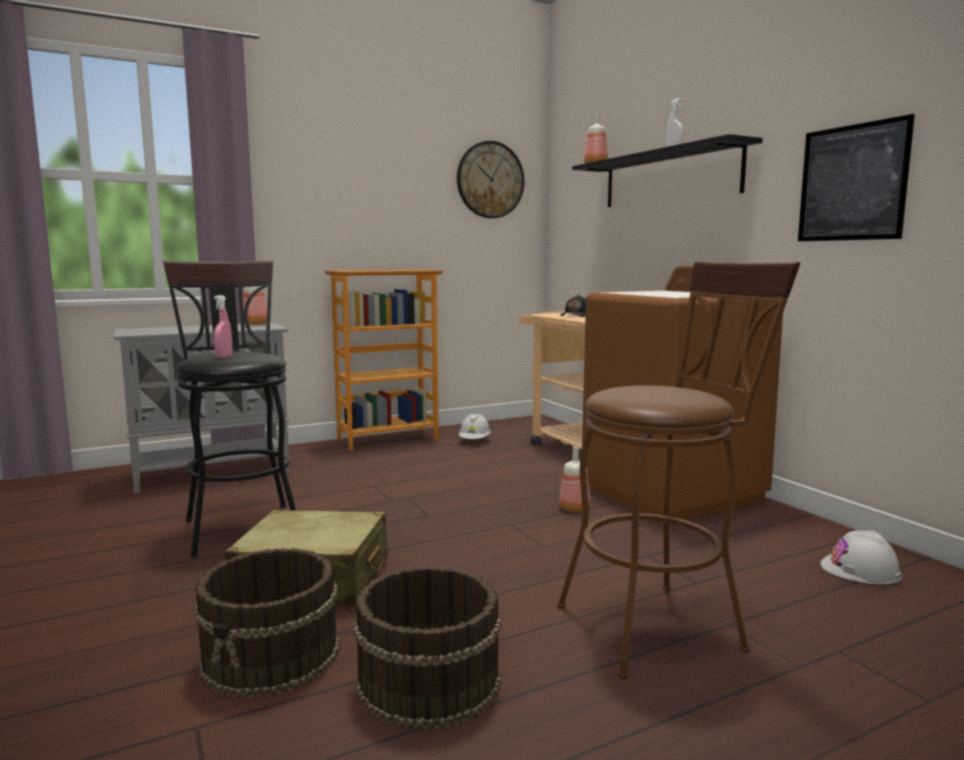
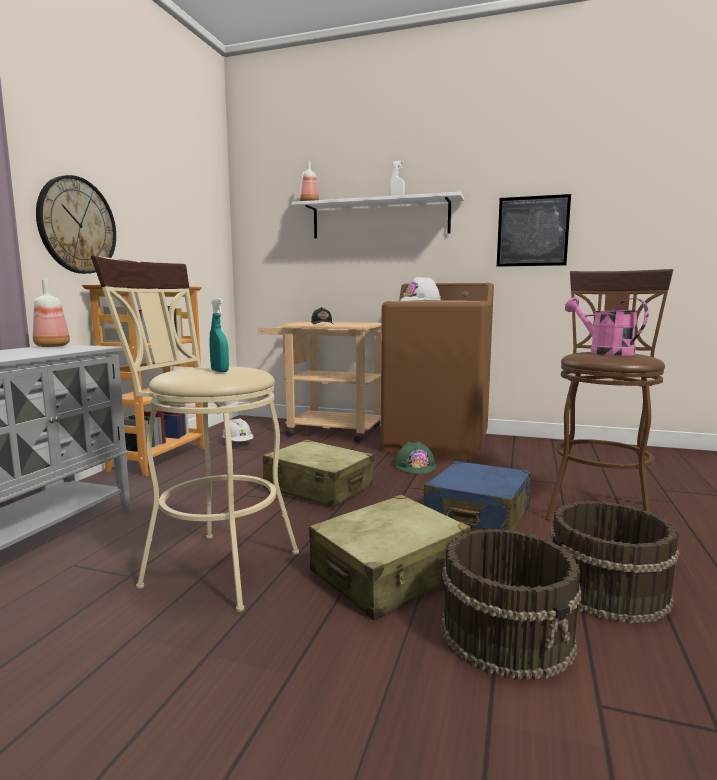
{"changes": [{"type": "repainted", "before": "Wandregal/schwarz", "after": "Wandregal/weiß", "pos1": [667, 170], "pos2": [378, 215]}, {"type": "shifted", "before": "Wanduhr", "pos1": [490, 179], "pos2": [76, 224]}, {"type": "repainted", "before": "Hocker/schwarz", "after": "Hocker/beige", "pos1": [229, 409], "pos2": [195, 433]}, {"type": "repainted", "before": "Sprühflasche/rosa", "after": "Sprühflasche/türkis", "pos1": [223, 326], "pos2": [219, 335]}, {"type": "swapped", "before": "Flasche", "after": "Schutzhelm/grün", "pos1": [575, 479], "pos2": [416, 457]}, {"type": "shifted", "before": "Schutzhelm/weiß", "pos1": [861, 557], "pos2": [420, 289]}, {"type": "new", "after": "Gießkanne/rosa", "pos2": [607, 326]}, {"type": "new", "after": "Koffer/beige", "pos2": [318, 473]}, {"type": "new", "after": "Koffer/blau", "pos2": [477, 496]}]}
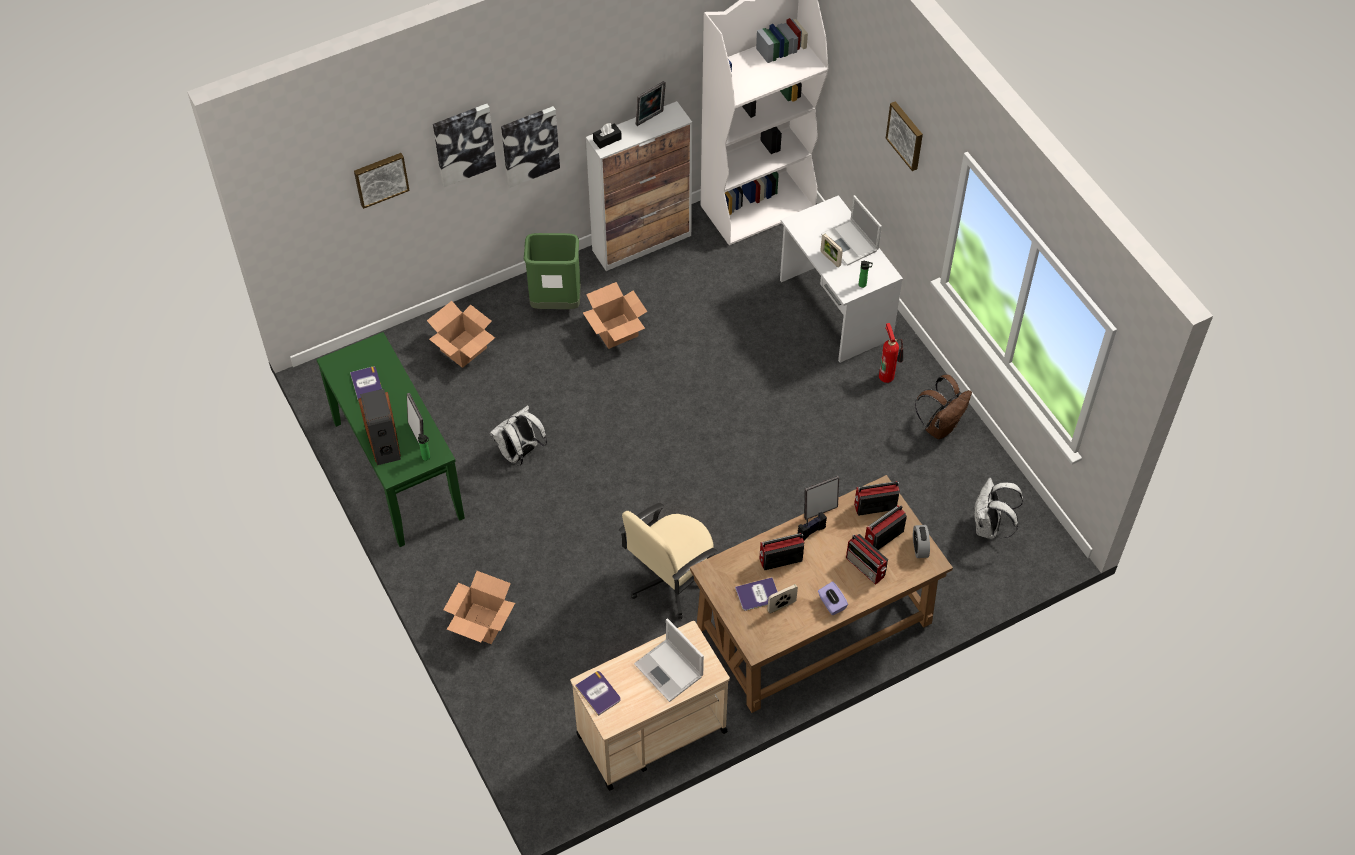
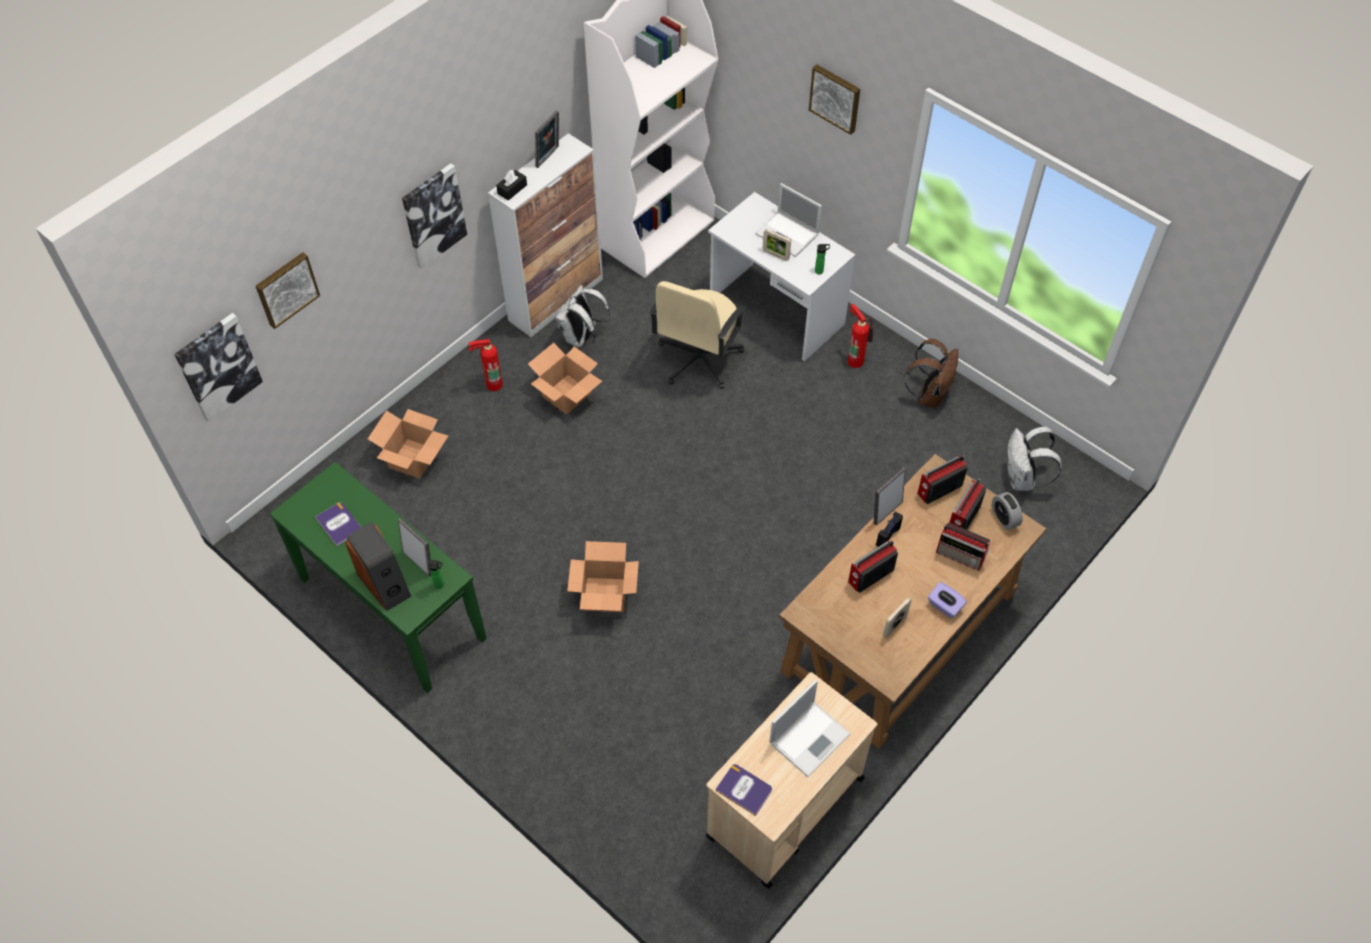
{"changes": [{"type": "shifted", "before": "Bild", "pos1": [464, 145], "pos2": [218, 367]}, {"type": "swapped", "before": "Mülleimer/grün", "after": "Feuerlöscher", "pos1": [552, 271], "pos2": [486, 364]}, {"type": "shifted", "before": "Rucksack/weiß", "pos1": [518, 435], "pos2": [583, 316]}, {"type": "shifted", "before": "Bürostuhl/beige", "pos1": [668, 561], "pos2": [697, 335]}, {"type": "shifted", "before": "Karton", "pos1": [479, 607], "pos2": [603, 576]}, {"type": "gone", "before": "Buch", "pos1": [756, 594]}, {"type": "rotated", "before": "Laptop", "pos1": [669, 660], "pos2": [810, 728], "turn": -75}]}
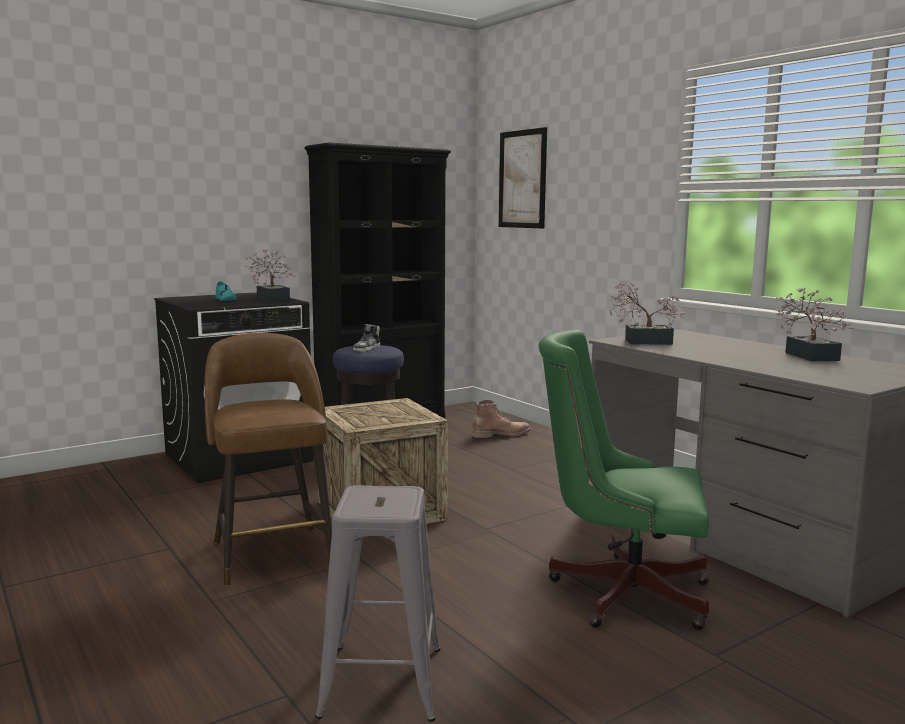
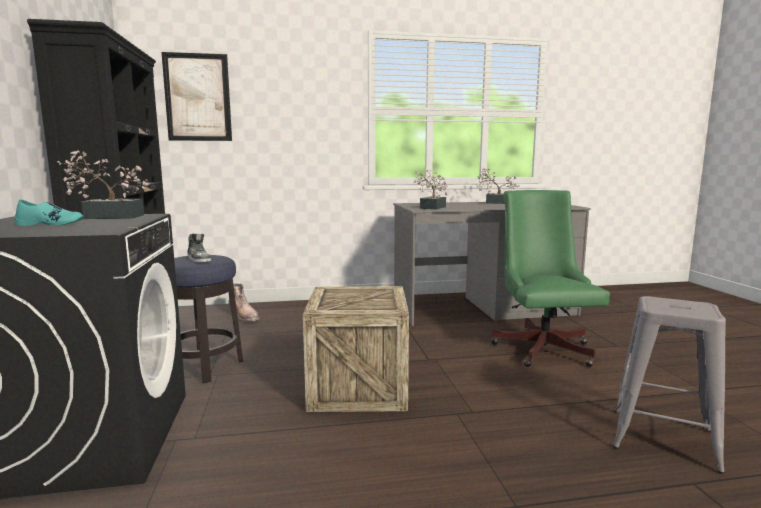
{"changes": [{"type": "rotated", "before": "Bürostuhl/grün", "pos1": [624, 479], "pos2": [550, 278], "turn": 135}, {"type": "gone", "before": "Hocker/braun", "pos1": [268, 459]}, {"type": "rotated", "before": "Stiefel/braun", "pos1": [501, 419], "pos2": [244, 302], "turn": 135}]}
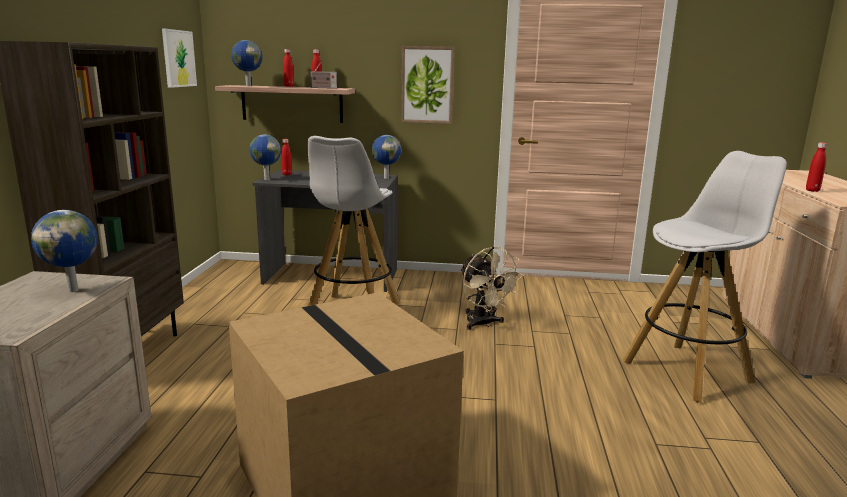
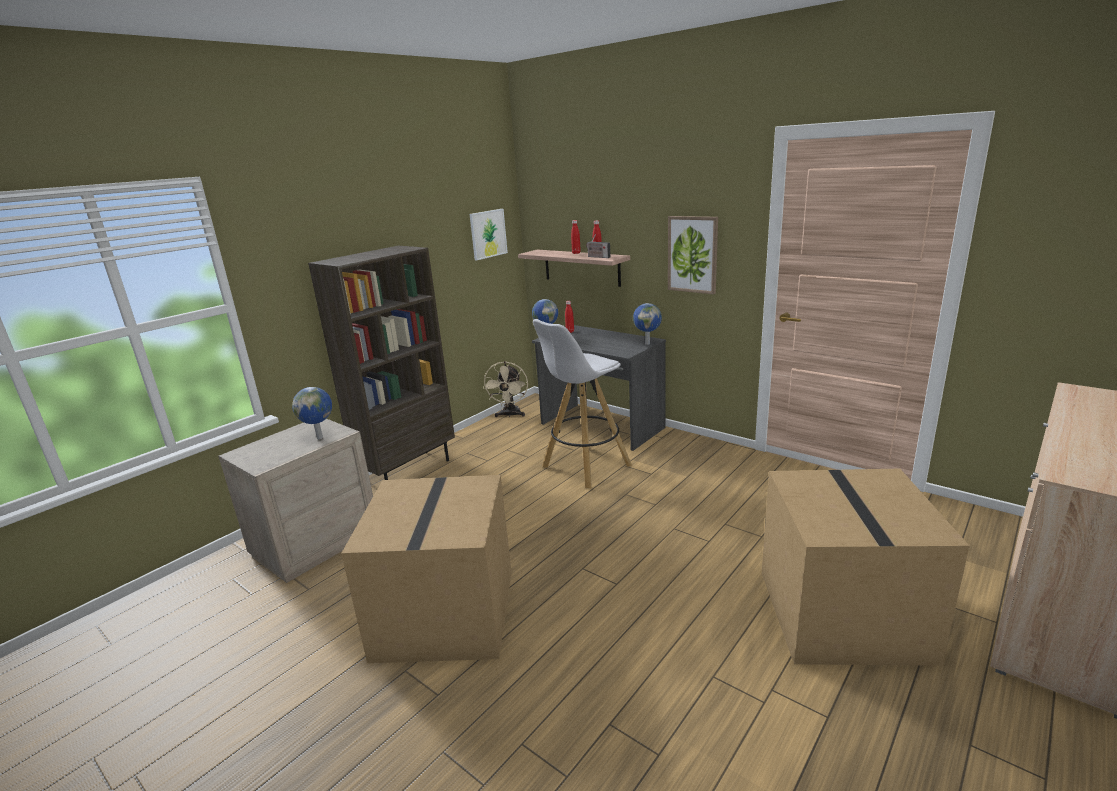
{"changes": [{"type": "gone", "before": "Globus", "pos1": [246, 63]}, {"type": "gone", "before": "Flasche/rot", "pos1": [816, 167]}, {"type": "swapped", "before": "Hocker/weiß", "after": "Karton", "pos1": [704, 277], "pos2": [865, 567]}, {"type": "shifted", "before": "Ventilator/beige", "pos1": [492, 288], "pos2": [505, 389]}]}
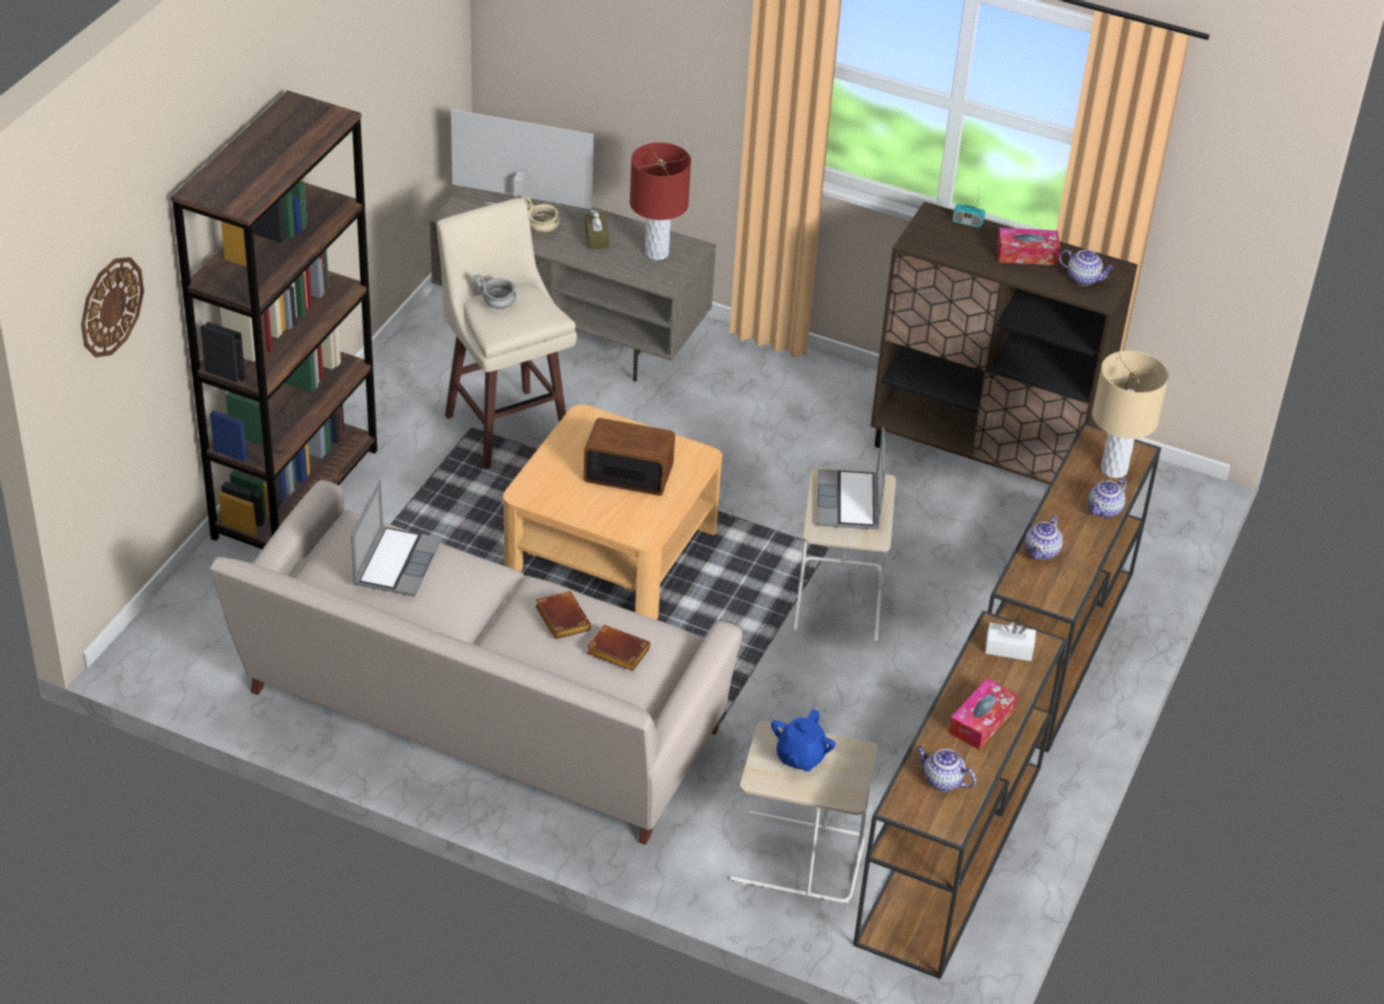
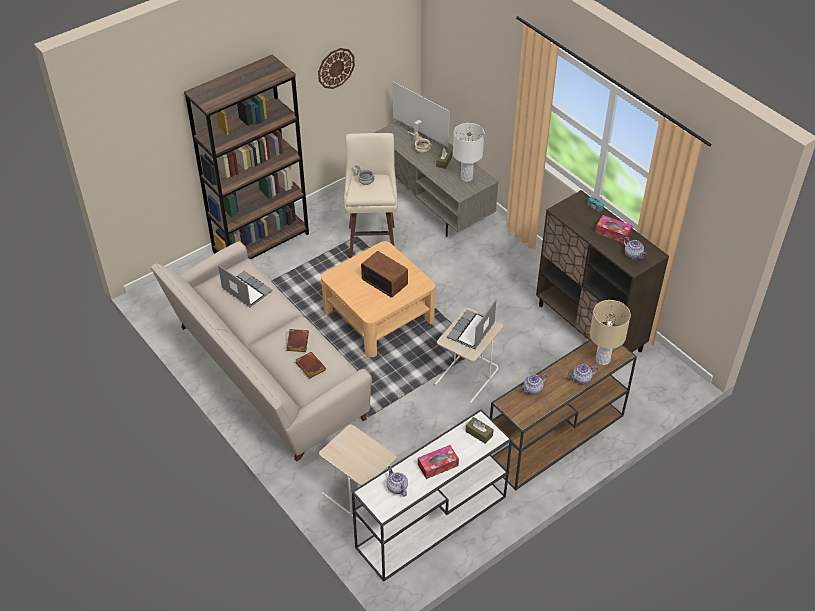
{"changes": [{"type": "repainted", "before": "Tischlampe/rot", "after": "Tischlampe/weiß", "pos1": [660, 201], "pos2": [468, 152]}, {"type": "shifted", "before": "Wanduhr", "pos1": [112, 307], "pos2": [336, 68]}, {"type": "rotated", "before": "Laptop", "pos1": [396, 538], "pos2": [245, 286], "turn": -90}, {"type": "repainted", "before": "Konsolentisch/braun", "after": "Konsolentisch/weiß", "pos1": [960, 794], "pos2": [432, 495]}, {"type": "repainted", "before": "Taschentuchbox/weiß", "after": "Taschentuchbox/braun", "pos1": [1010, 641], "pos2": [479, 430]}, {"type": "gone", "before": "Teekanne/blau", "pos1": [803, 740]}]}
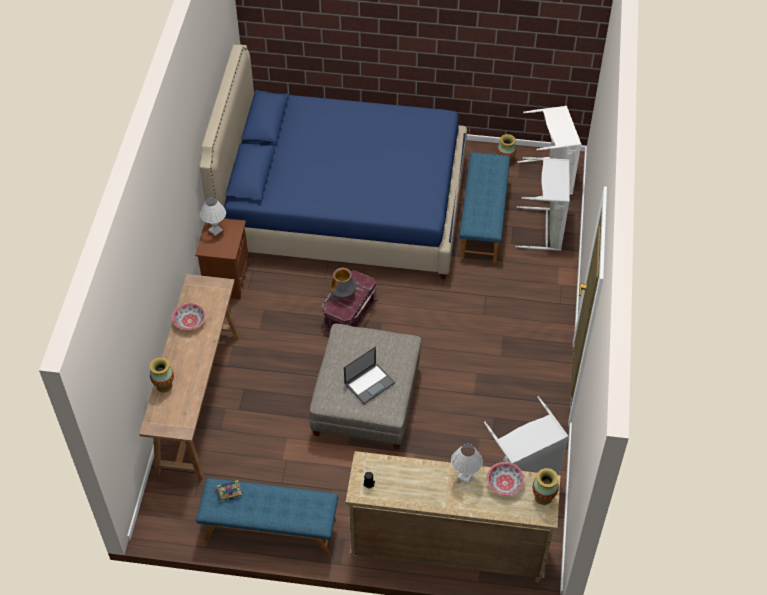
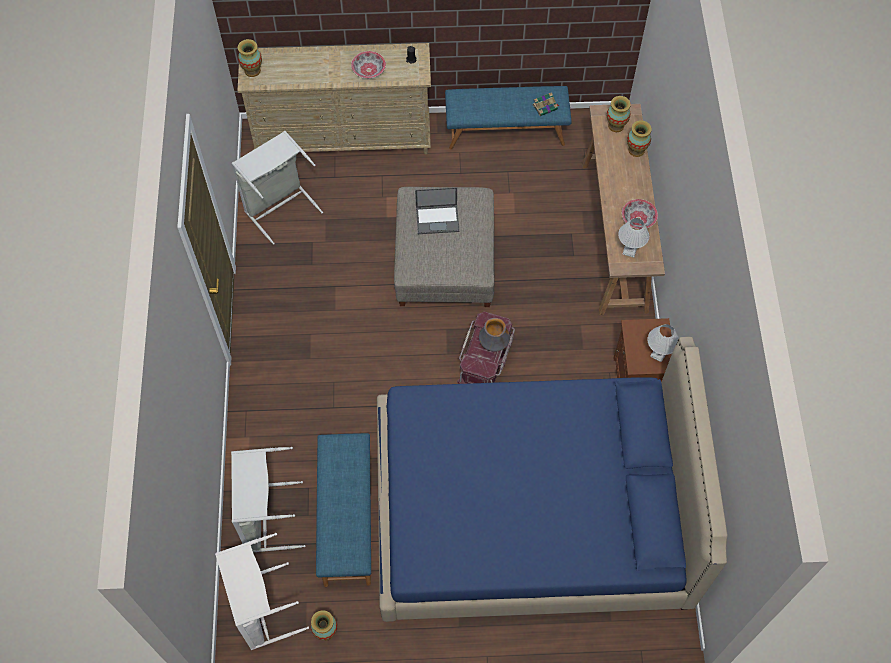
{"changes": [{"type": "rotated", "before": "Laptop", "pos1": [369, 375], "pos2": [437, 210], "turn": -135}, {"type": "shifted", "before": "Tischlampe/weiß", "pos1": [467, 464], "pos2": [633, 238]}, {"type": "shifted", "before": "Schüssel", "pos1": [506, 478], "pos2": [368, 64]}, {"type": "new", "after": "Vase", "pos2": [619, 114]}]}
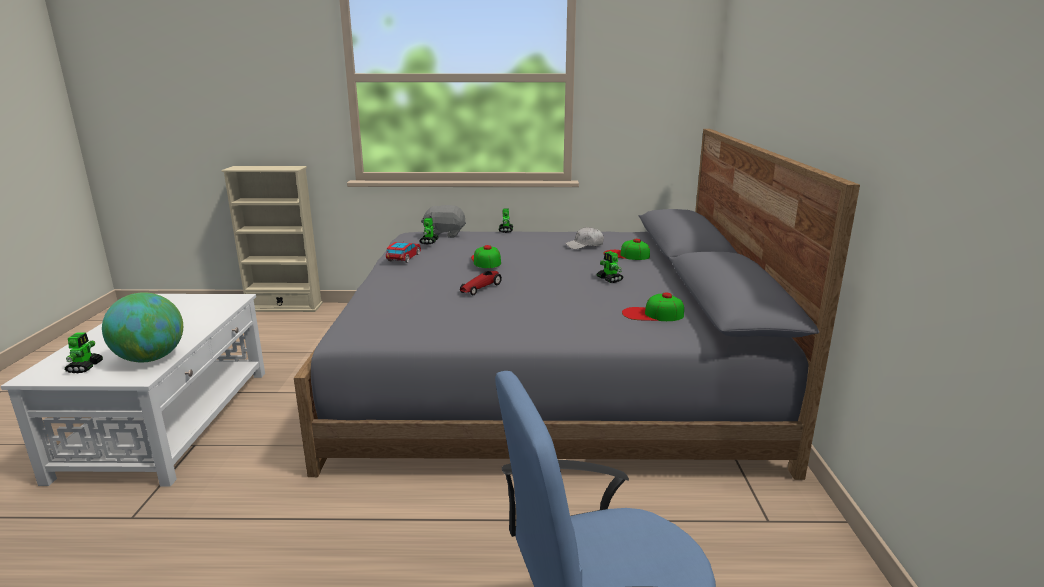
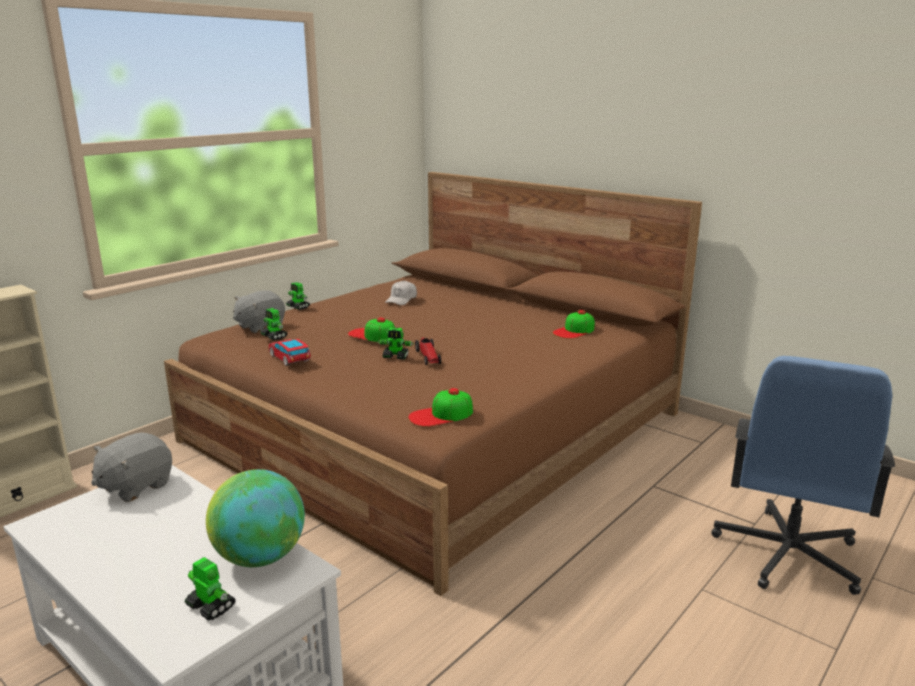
{"changes": [{"type": "repainted", "before": "Bett/grau", "after": "Bett/braun", "pos1": [577, 304], "pos2": [433, 384]}, {"type": "shifted", "before": "Kappe", "pos1": [626, 249], "pos2": [440, 407]}, {"type": "shifted", "before": "Spielzeugroboter", "pos1": [610, 267], "pos2": [396, 344]}, {"type": "new", "after": "Plüschtier/grau", "pos2": [131, 467]}]}
